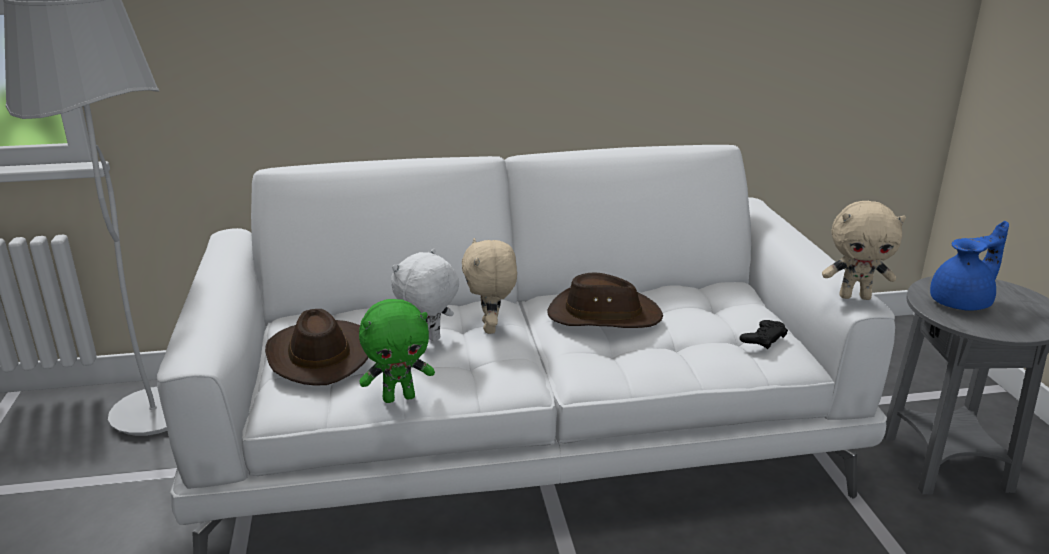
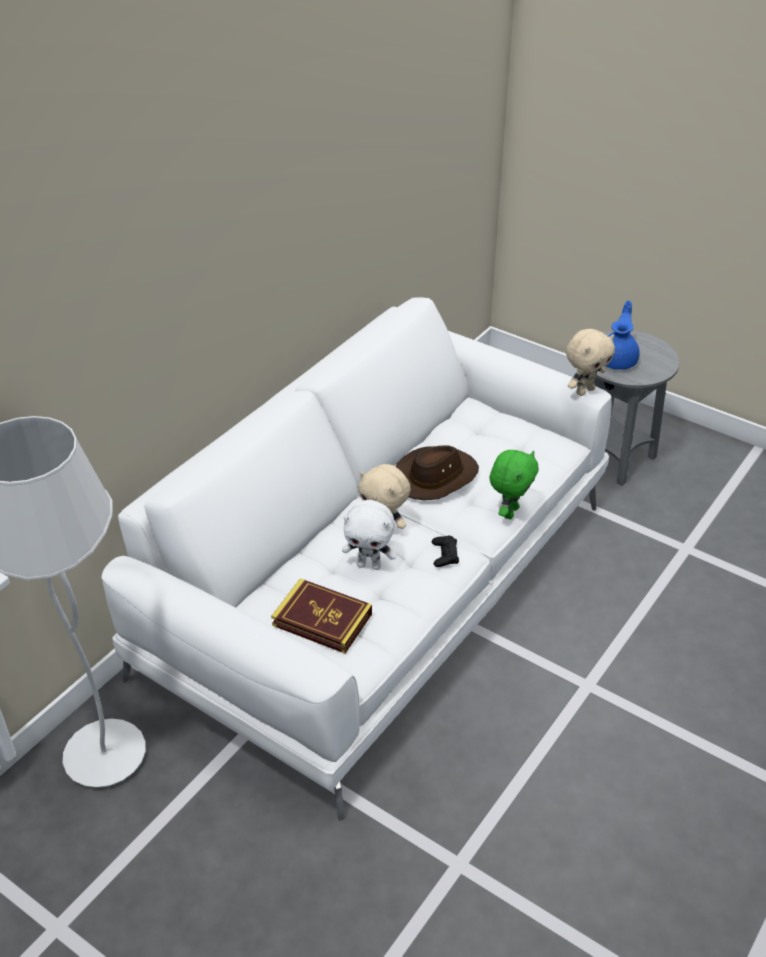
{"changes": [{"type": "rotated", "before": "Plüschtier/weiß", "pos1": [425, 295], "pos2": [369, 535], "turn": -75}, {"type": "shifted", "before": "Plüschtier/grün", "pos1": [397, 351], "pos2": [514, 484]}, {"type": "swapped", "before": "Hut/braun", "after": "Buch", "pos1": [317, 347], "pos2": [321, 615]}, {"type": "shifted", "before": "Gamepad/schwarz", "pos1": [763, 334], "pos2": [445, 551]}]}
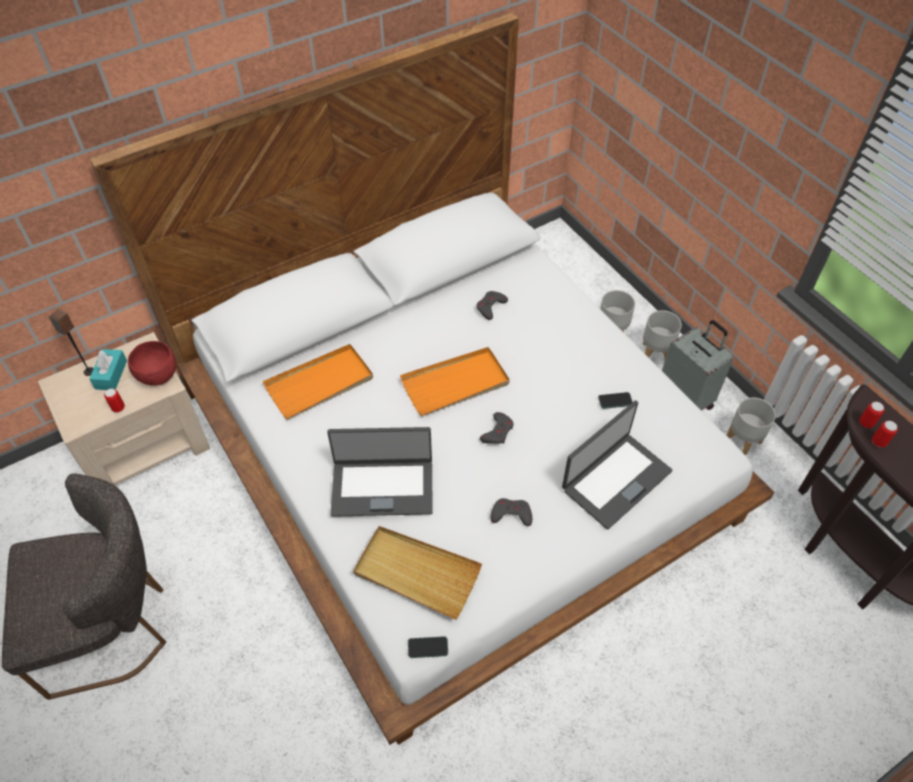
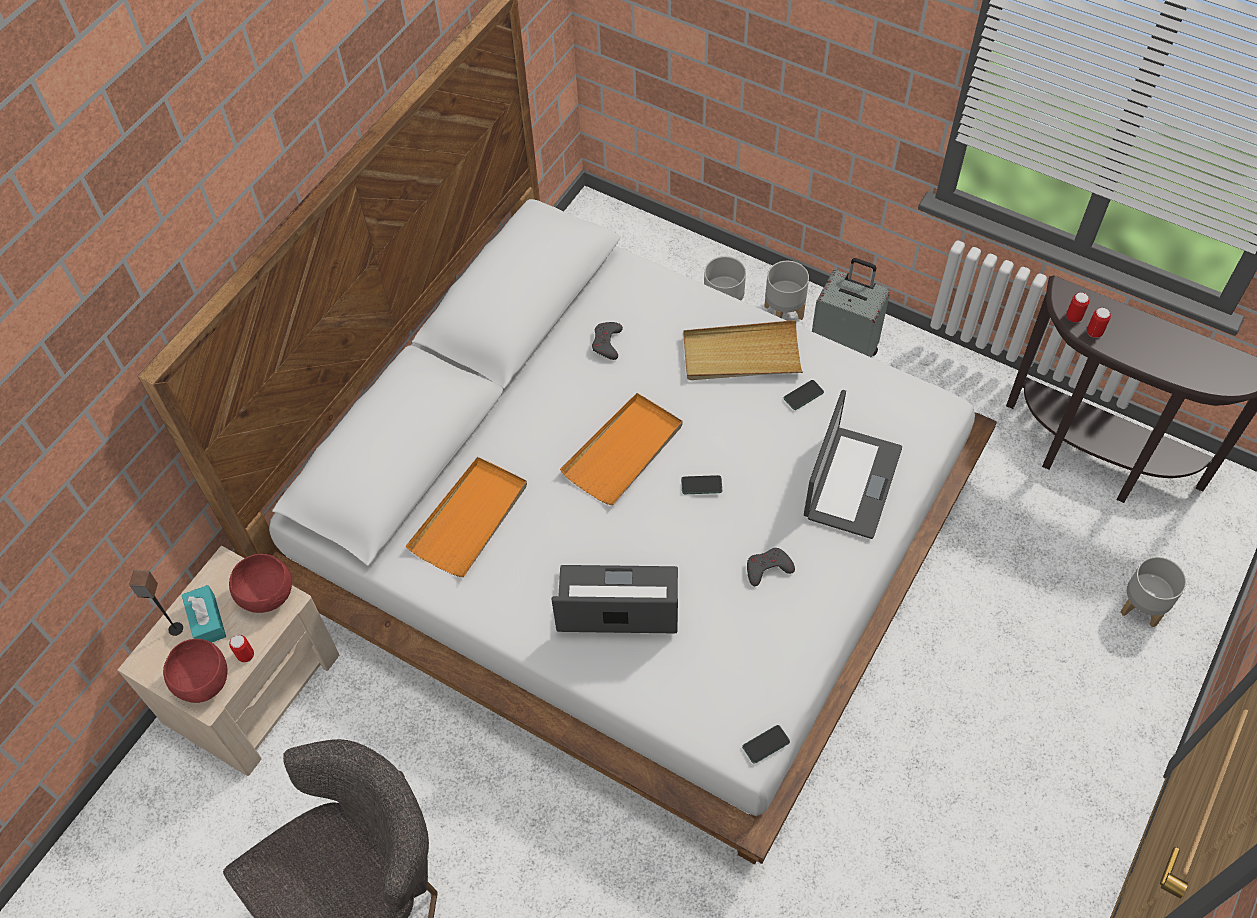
{"changes": [{"type": "shifted", "before": "Pflanzkübel/grau", "pos1": [751, 426], "pos2": [1153, 592]}, {"type": "swapped", "before": "Gamepad/grau", "after": "Handy", "pos1": [497, 428], "pos2": [701, 484]}, {"type": "rotated", "before": "Laptop", "pos1": [380, 472], "pos2": [615, 599], "turn": -150}, {"type": "shifted", "before": "Tablett/beige", "pos1": [417, 573], "pos2": [743, 350]}, {"type": "new", "after": "Schüssel/rot", "pos2": [195, 671]}]}
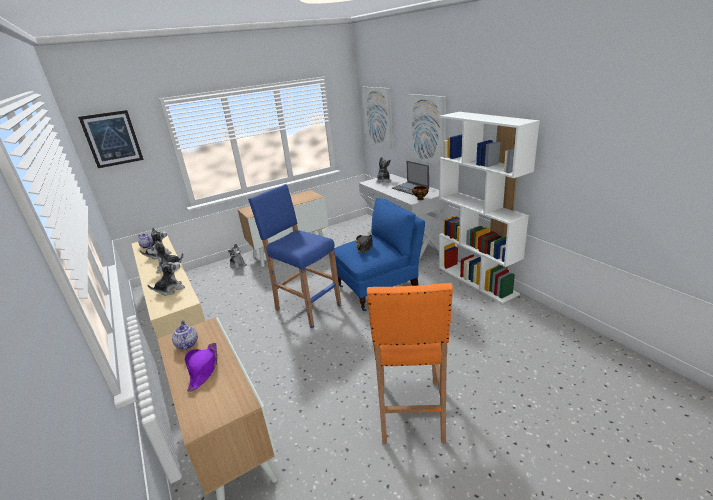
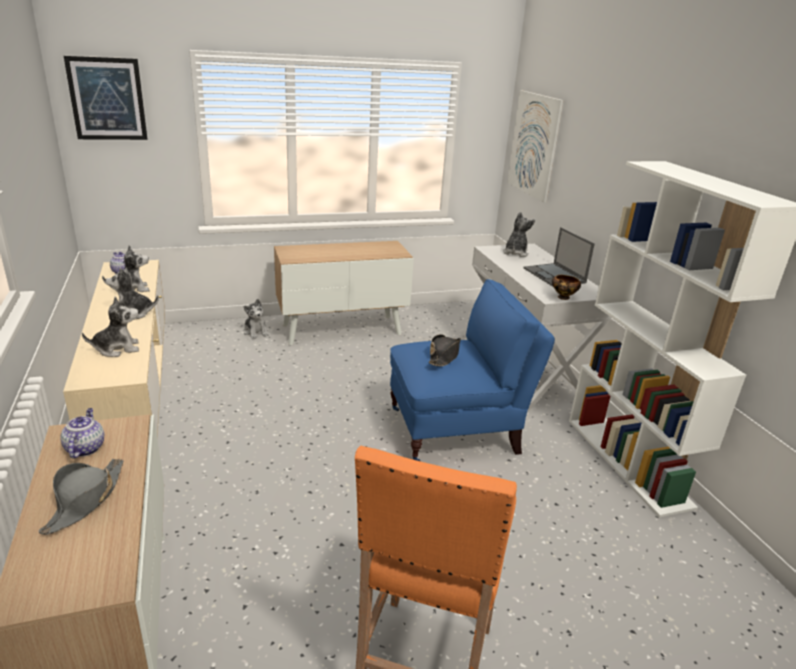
{"changes": [{"type": "gone", "before": "Bild", "pos1": [426, 129]}, {"type": "gone", "before": "Hocker/blau", "pos1": [295, 256]}, {"type": "repainted", "before": "Hut/lila", "after": "Hut/grau", "pos1": [200, 367], "pos2": [81, 497]}]}
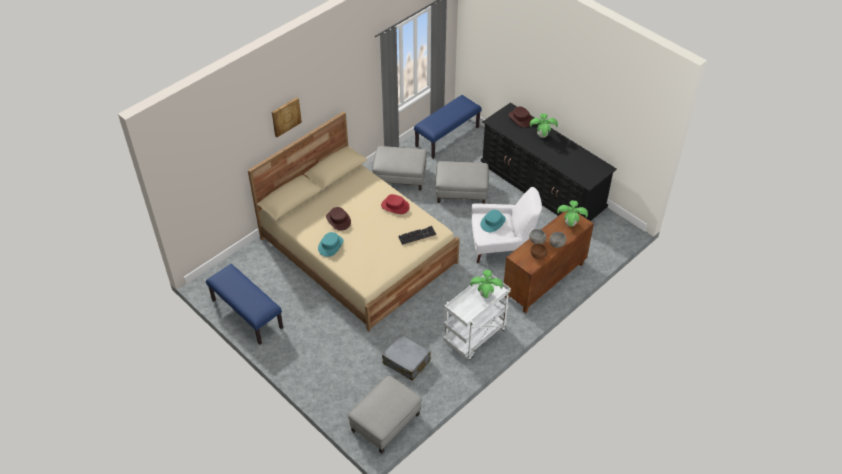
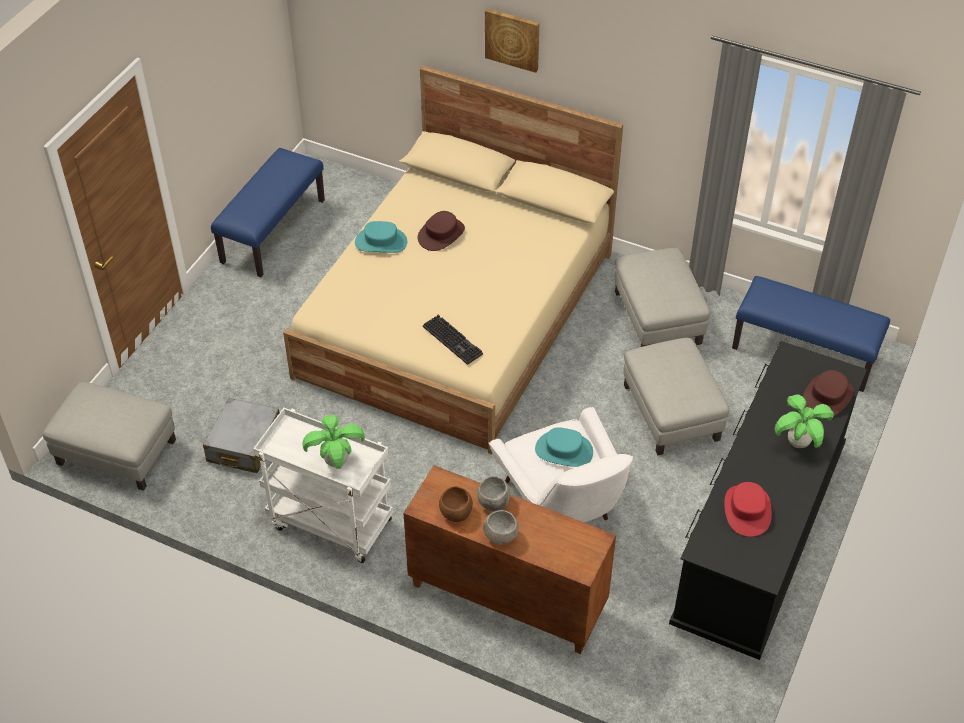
{"changes": [{"type": "shifted", "before": "Hut/rot", "pos1": [395, 204], "pos2": [748, 509]}, {"type": "gone", "before": "Topfpflanze", "pos1": [572, 213]}]}
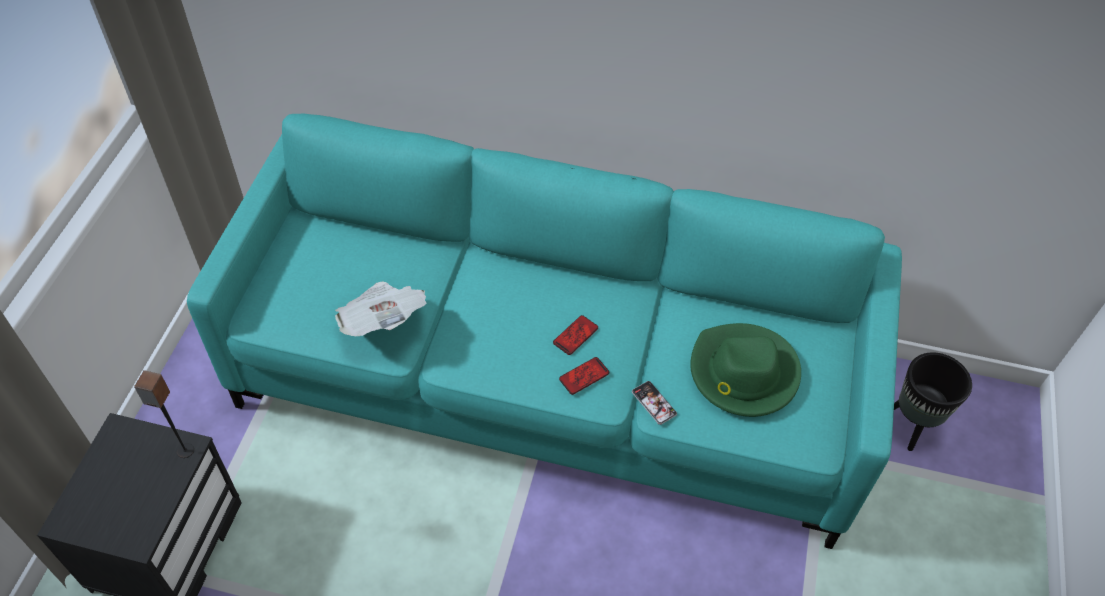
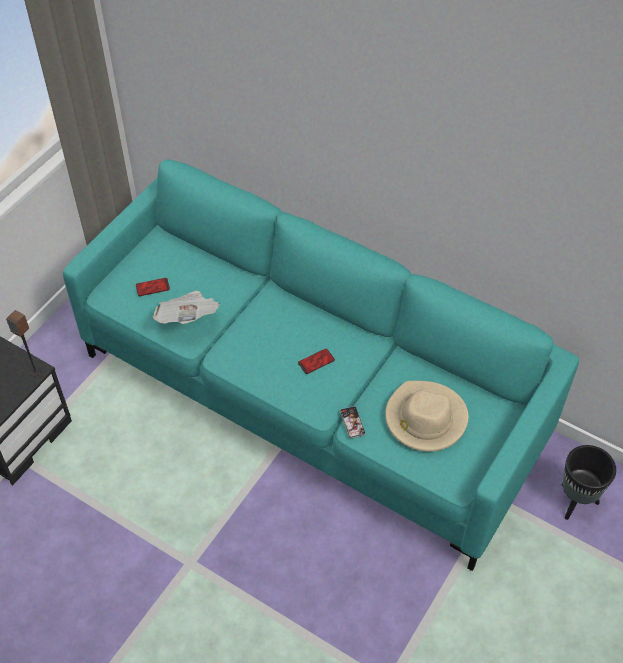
{"changes": [{"type": "repainted", "before": "Hut/grün", "after": "Hut/beige", "pos1": [745, 370], "pos2": [426, 416]}, {"type": "shifted", "before": "Handy", "pos1": [584, 376], "pos2": [153, 287]}]}
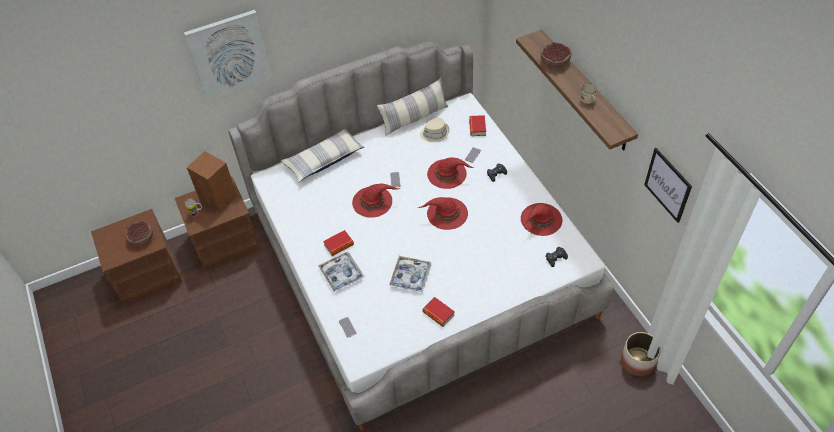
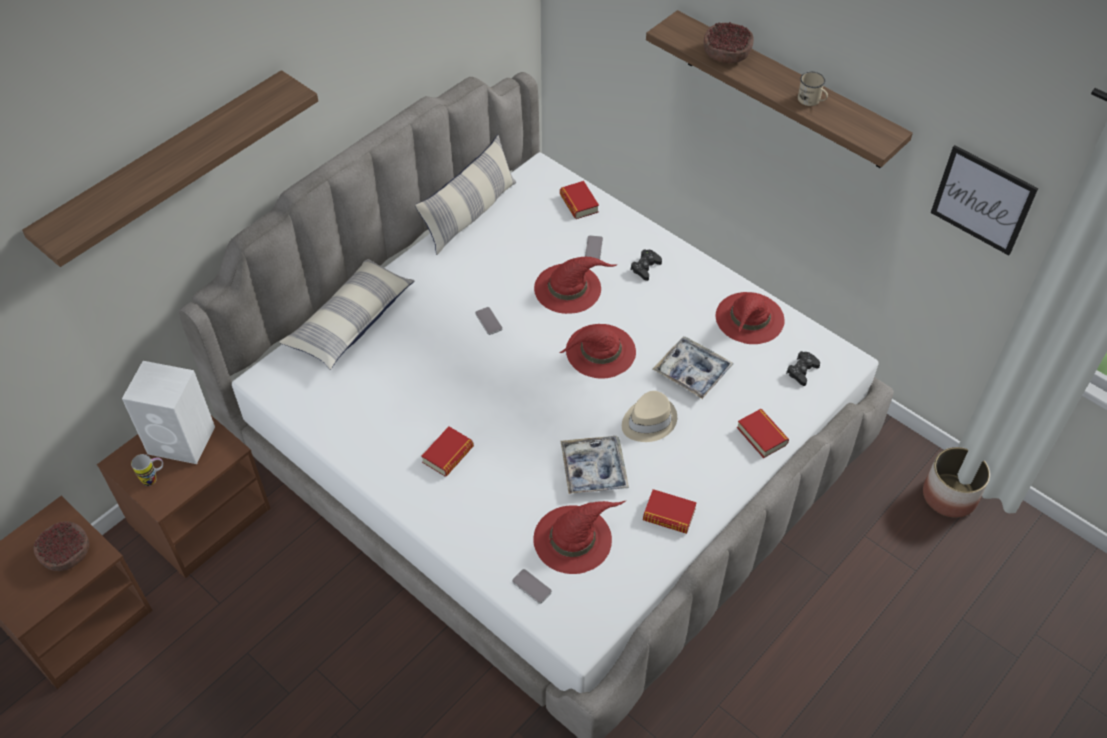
{"changes": [{"type": "swapped", "before": "Bild", "after": "Wandregal", "pos1": [228, 55], "pos2": [170, 168]}, {"type": "shifted", "before": "Hut/beige", "pos1": [434, 130], "pos2": [649, 416]}, {"type": "repainted", "before": "Lautsprecher/braun", "after": "Lautsprecher/weiß", "pos1": [211, 181], "pos2": [168, 412]}, {"type": "shifted", "before": "Hut/rot", "pos1": [376, 201], "pos2": [579, 537]}, {"type": "shifted", "before": "Tablett", "pos1": [341, 272], "pos2": [693, 368]}, {"type": "new", "after": "Buch", "pos2": [763, 433]}]}
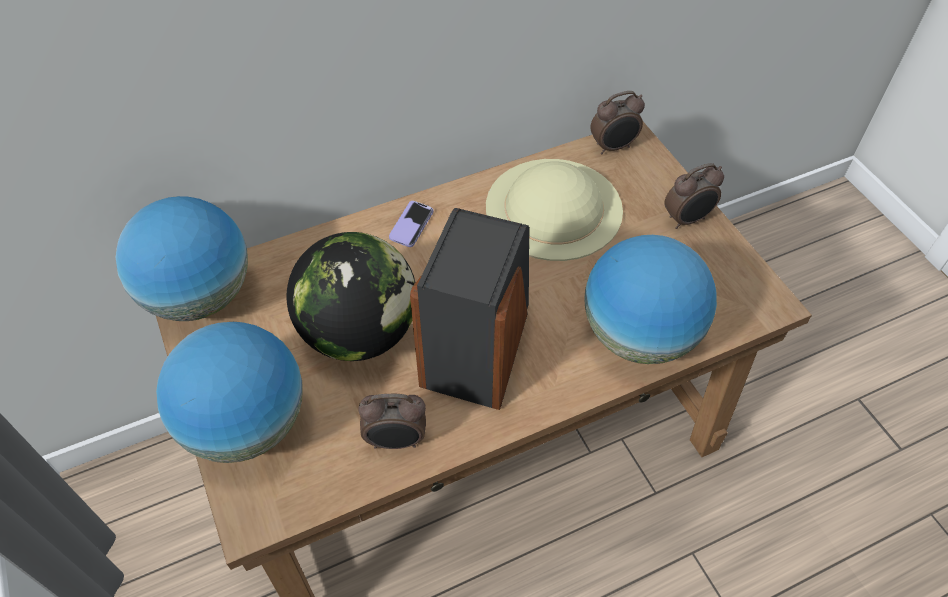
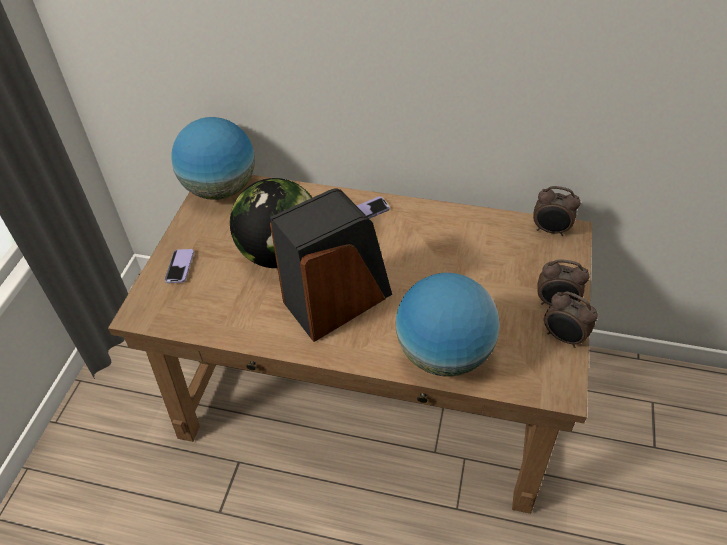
{"changes": [{"type": "gone", "before": "Hut/beige", "pos1": [554, 210]}, {"type": "swapped", "before": "Globus", "after": "Handy", "pos1": [229, 392], "pos2": [179, 266]}, {"type": "shifted", "before": "Wecker", "pos1": [392, 421], "pos2": [571, 319]}]}
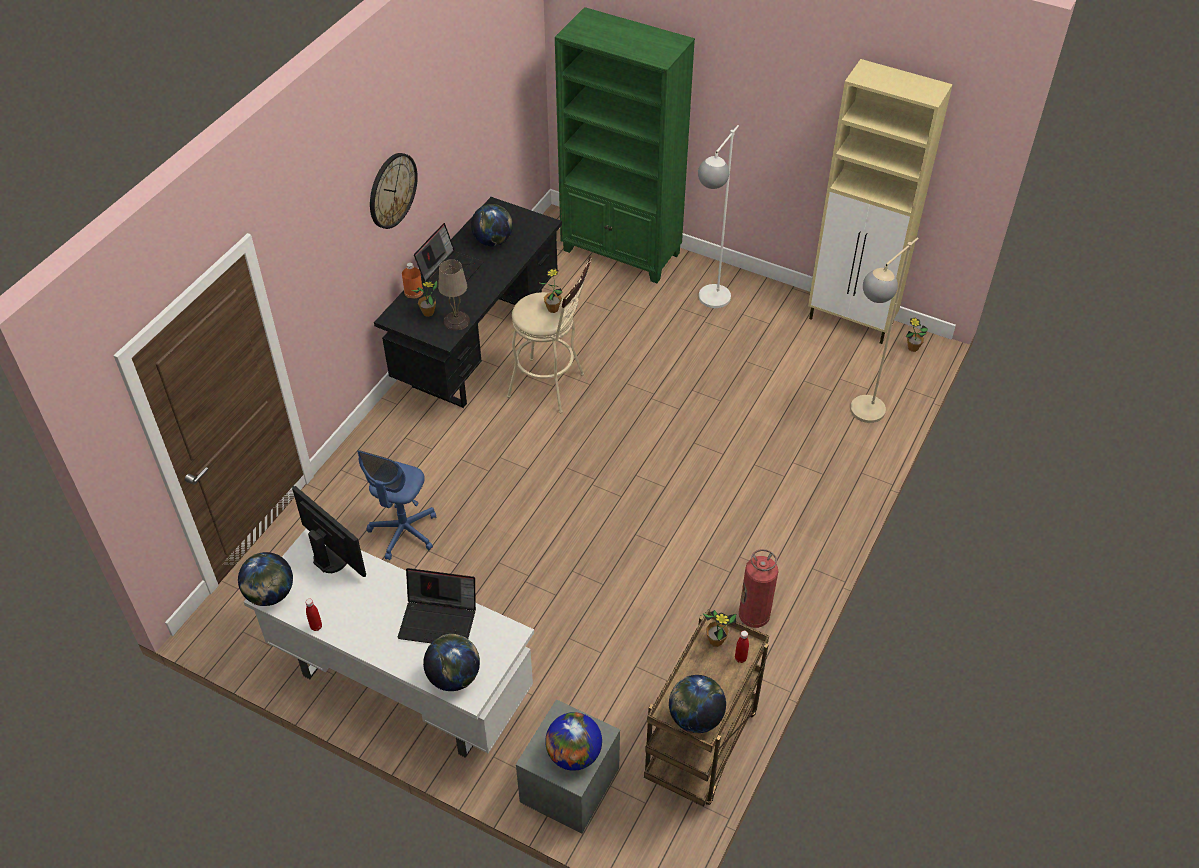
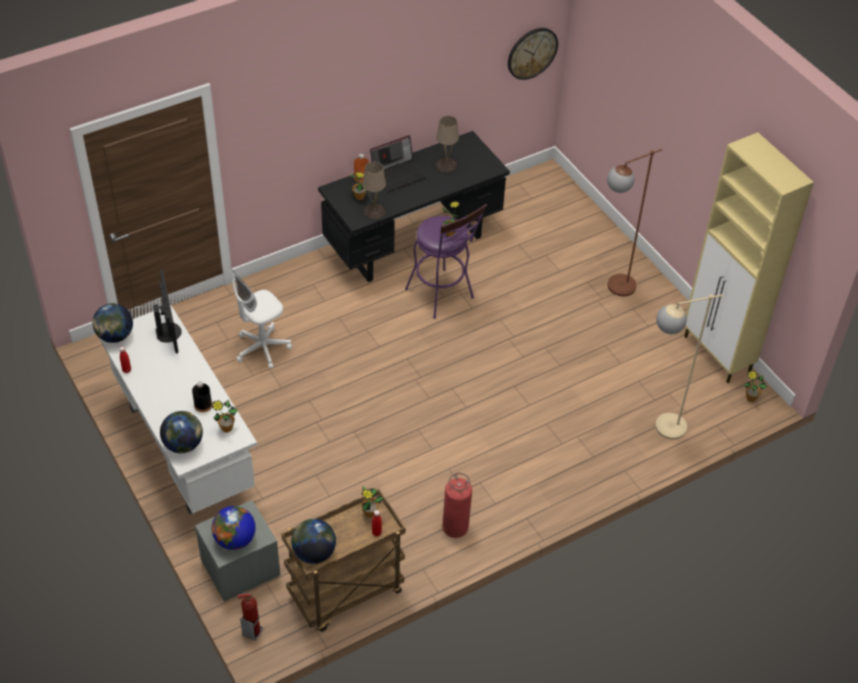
{"changes": [{"type": "gone", "before": "Bücherregal/grün", "pos1": [625, 145]}, {"type": "repainted", "before": "Stehlampe/weiß", "after": "Stehlampe/braun", "pos1": [718, 216], "pos2": [634, 222]}, {"type": "shifted", "before": "Wanduhr", "pos1": [394, 191], "pos2": [533, 54]}, {"type": "swapped", "before": "Globus", "after": "Tischlampe/beige", "pos1": [492, 225], "pos2": [447, 144]}, {"type": "repainted", "before": "Hocker/beige", "after": "Hocker/lila", "pos1": [549, 335], "pos2": [446, 261]}, {"type": "repainted", "before": "Bürostuhl/blau", "after": "Bürostuhl/weiß", "pos1": [396, 505], "pos2": [260, 318]}, {"type": "swapped", "before": "Laptop", "after": "Flasche/schwarz", "pos1": [437, 605], "pos2": [202, 396]}, {"type": "new", "after": "Topfpflanze", "pos2": [225, 416]}, {"type": "new", "after": "Feuerlöscher", "pos2": [250, 617]}]}
